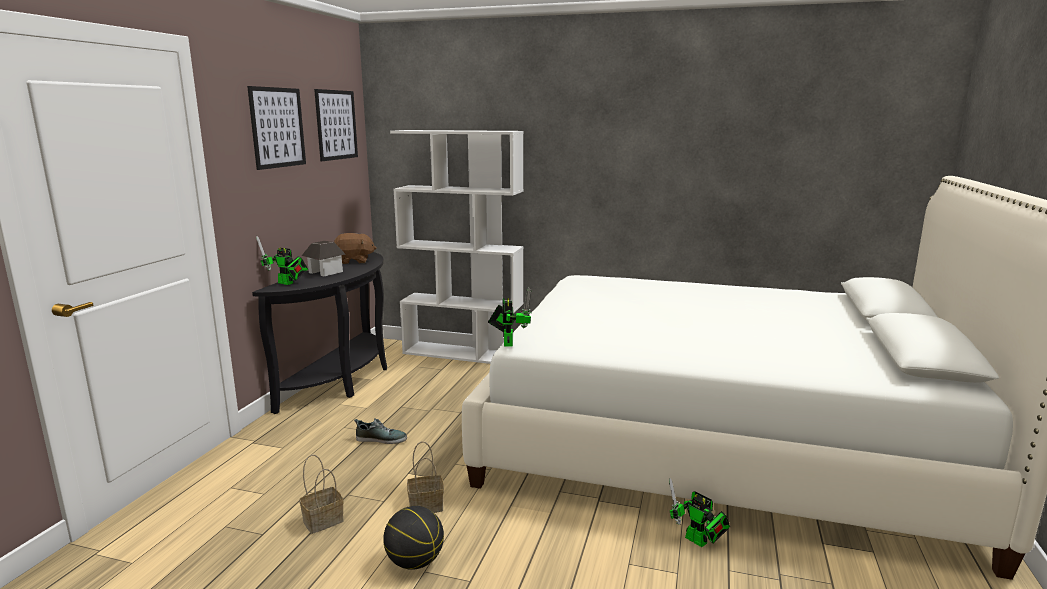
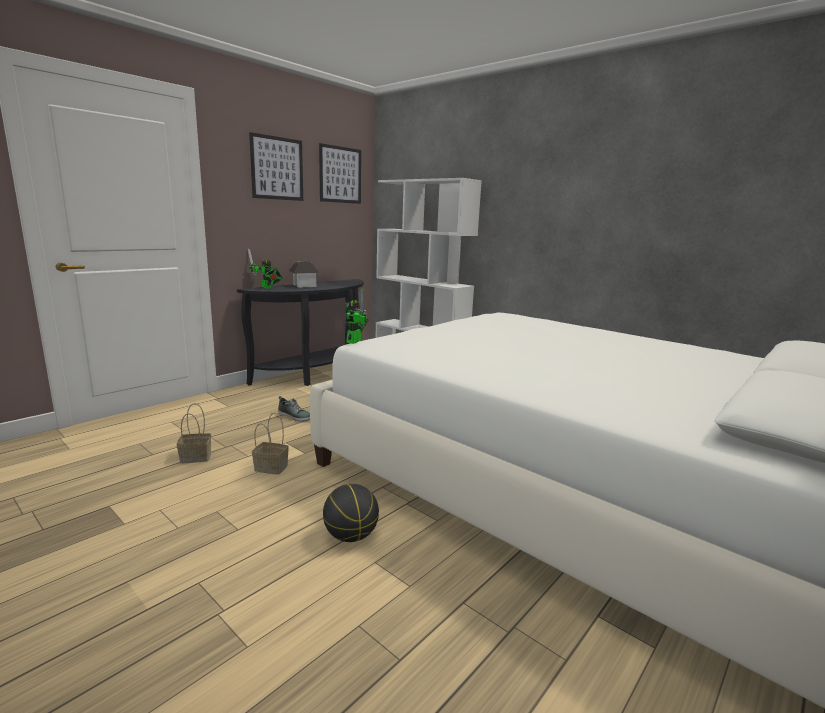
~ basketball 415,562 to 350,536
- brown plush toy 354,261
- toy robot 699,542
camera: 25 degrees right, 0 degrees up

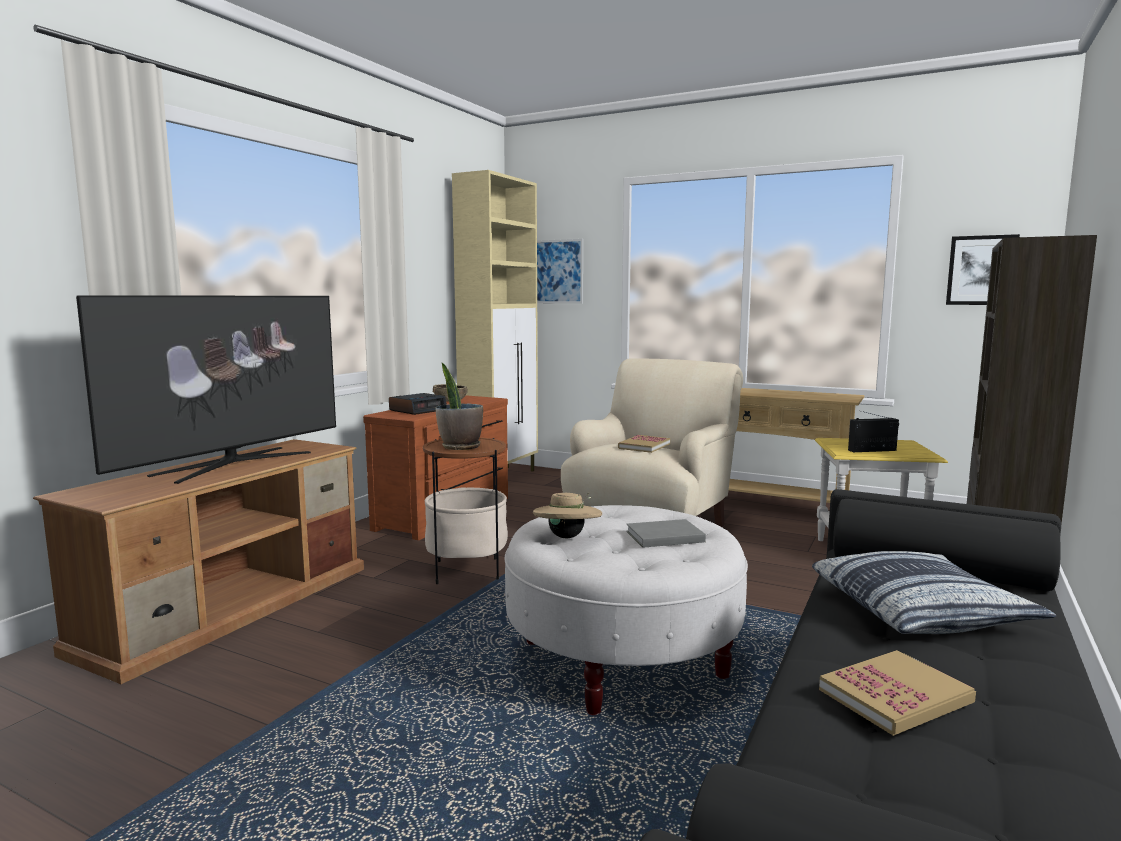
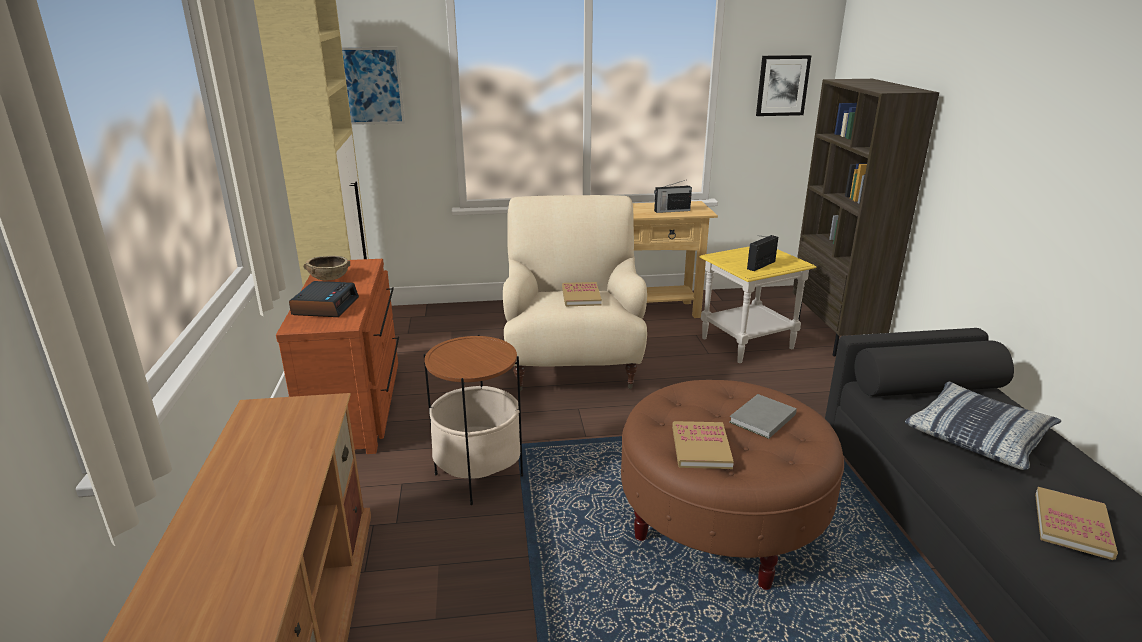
~ white ottoman 622,659 to brown ottoman 720,523
+ radio 671,210
~ beige hat 567,537 to book 701,447
- television 233,464
- potted plant 460,447
camera: 35 degrees left, 15 degrees up

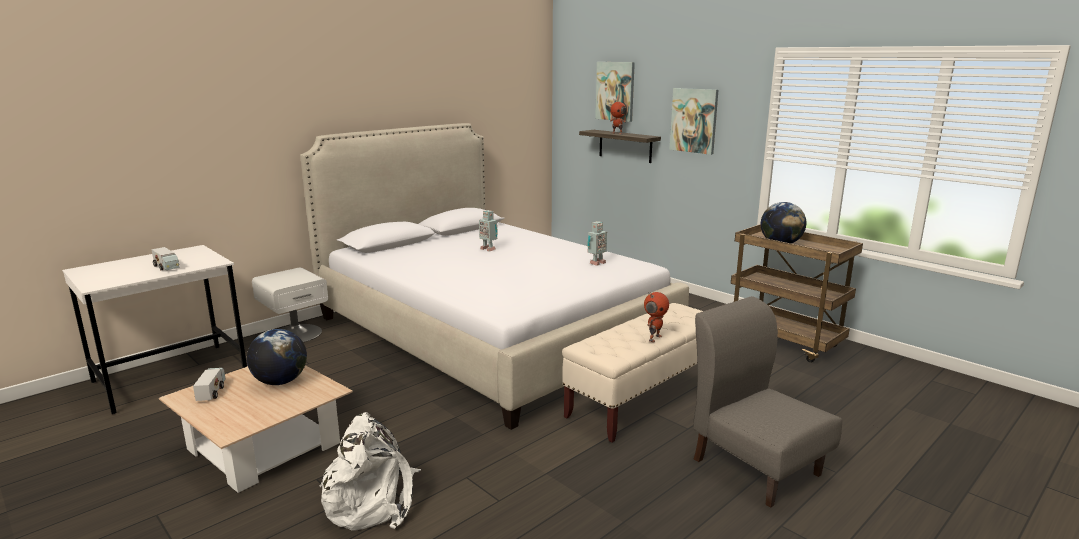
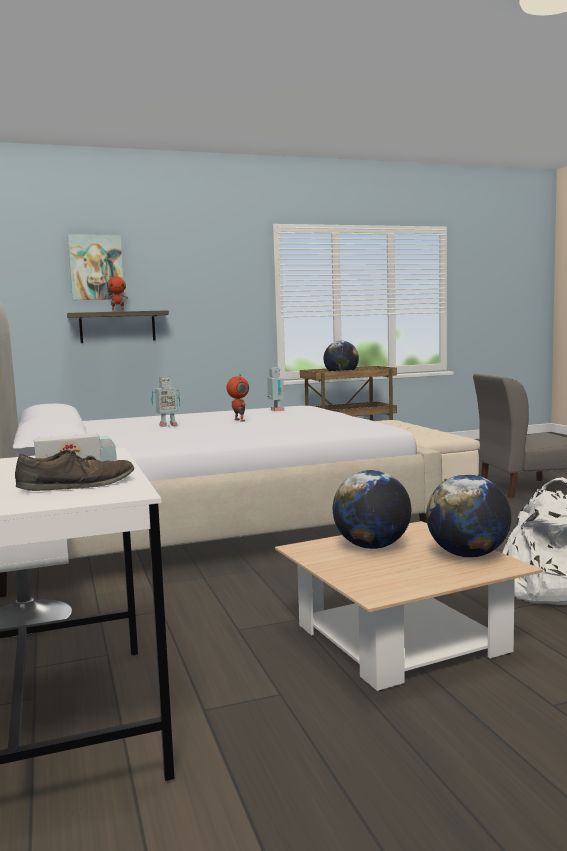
+ brown shoe 77,485
~ toy robot 654,338 to 238,420
+ globe 468,555
- toy truck 211,392
- picture 694,120
camera: 65 degrees left, 10 degrees down

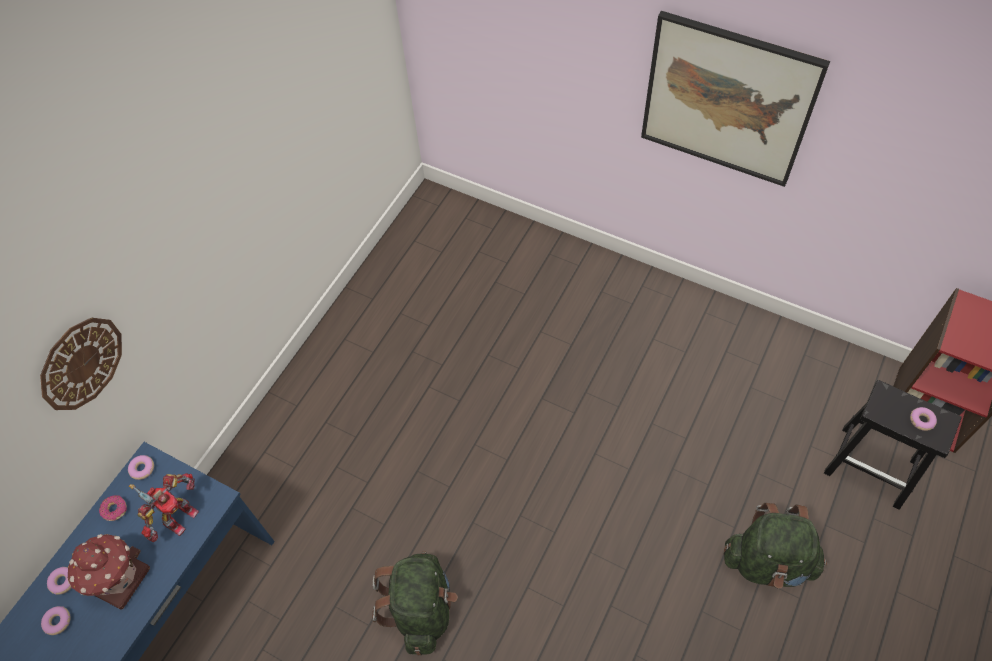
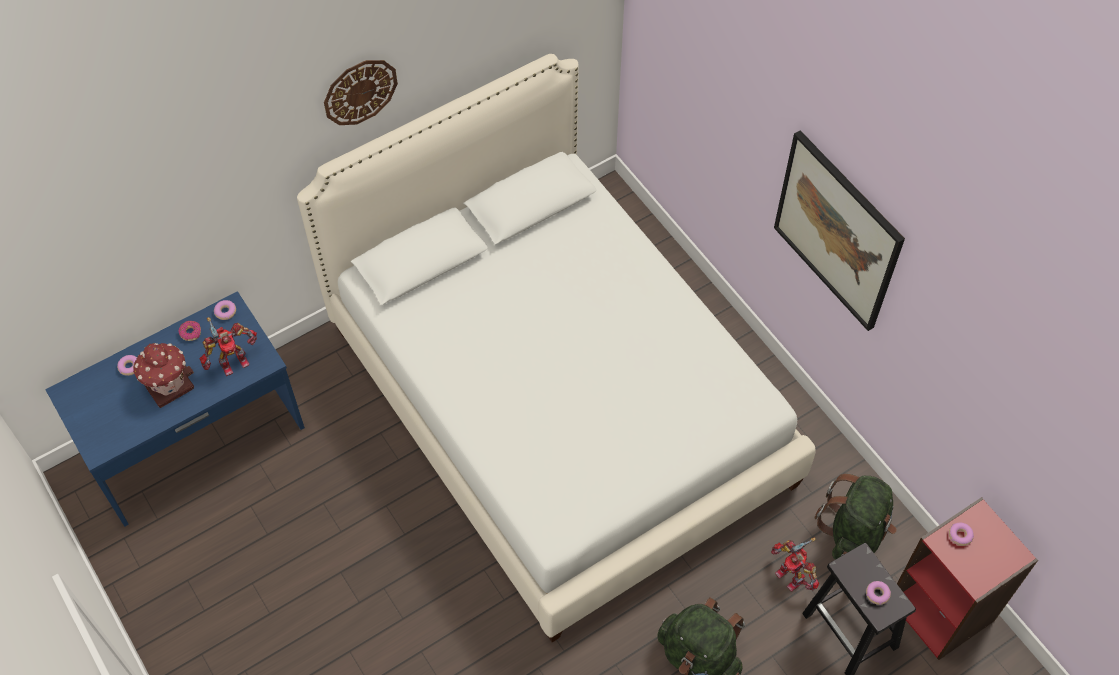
+ white bed 559,403
~ wall clock 81,363 to 360,91
+ toy robot 791,575
~ green backpack 421,609 to 854,532
~ donut 58,621 to 960,535
camera: 25 degrees right, 0 degrees up

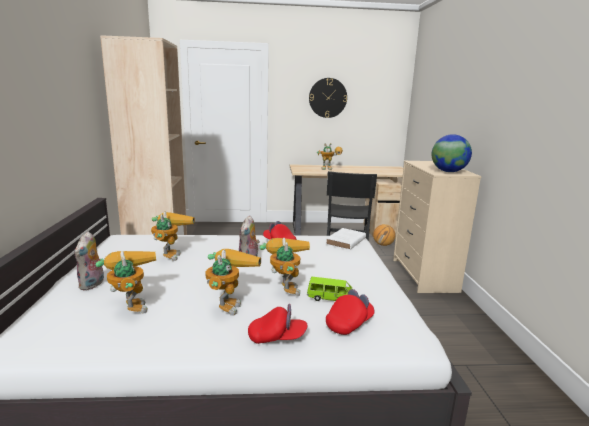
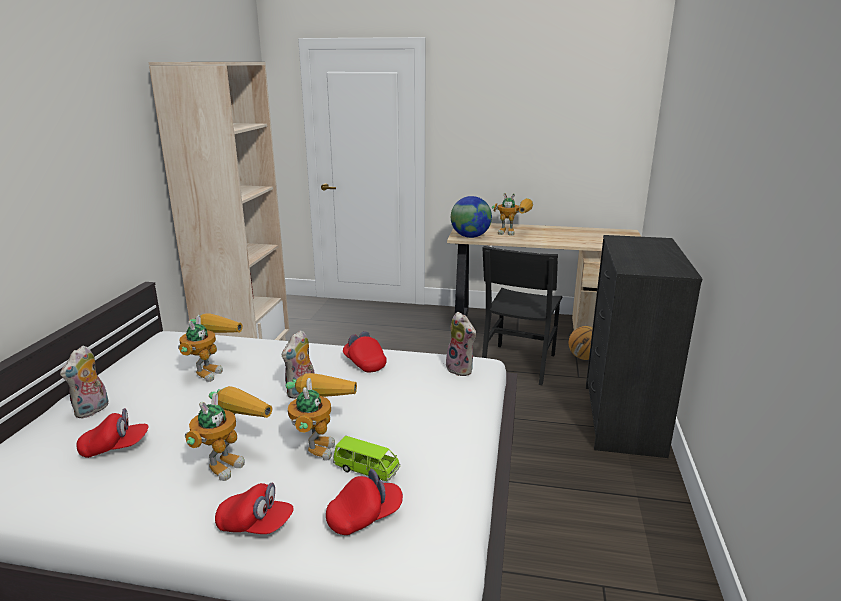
~ toy robot 130,305 to red cap 115,447
~ white book 345,242 to plush toy 461,369
~ globe 448,172 to 470,237
~ beige dresser 423,275 to black dresser 621,419
- wall clock 327,98
camera: 15 degrees right, 5 degrees up

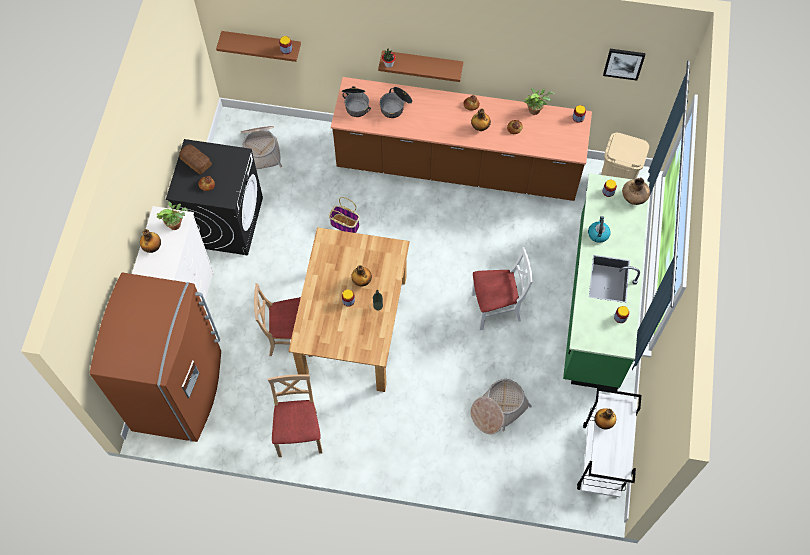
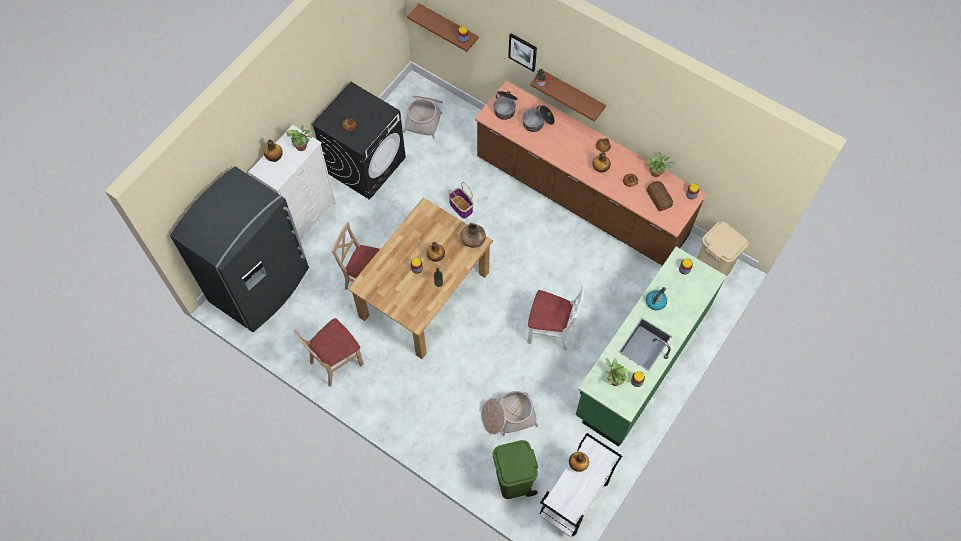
~ brown fridge 179,391 to grey fridge 261,286
~ beige chair 299,433 = 336,362 150 degrees counterclockwise
~ brown vase 634,197 to 473,240
+ green trash can 514,481
~ picture 623,63 to 523,51
+ potted plant 613,380
~ bread 196,161 to 659,198
camera: 25 degrees right, 0 degrees up

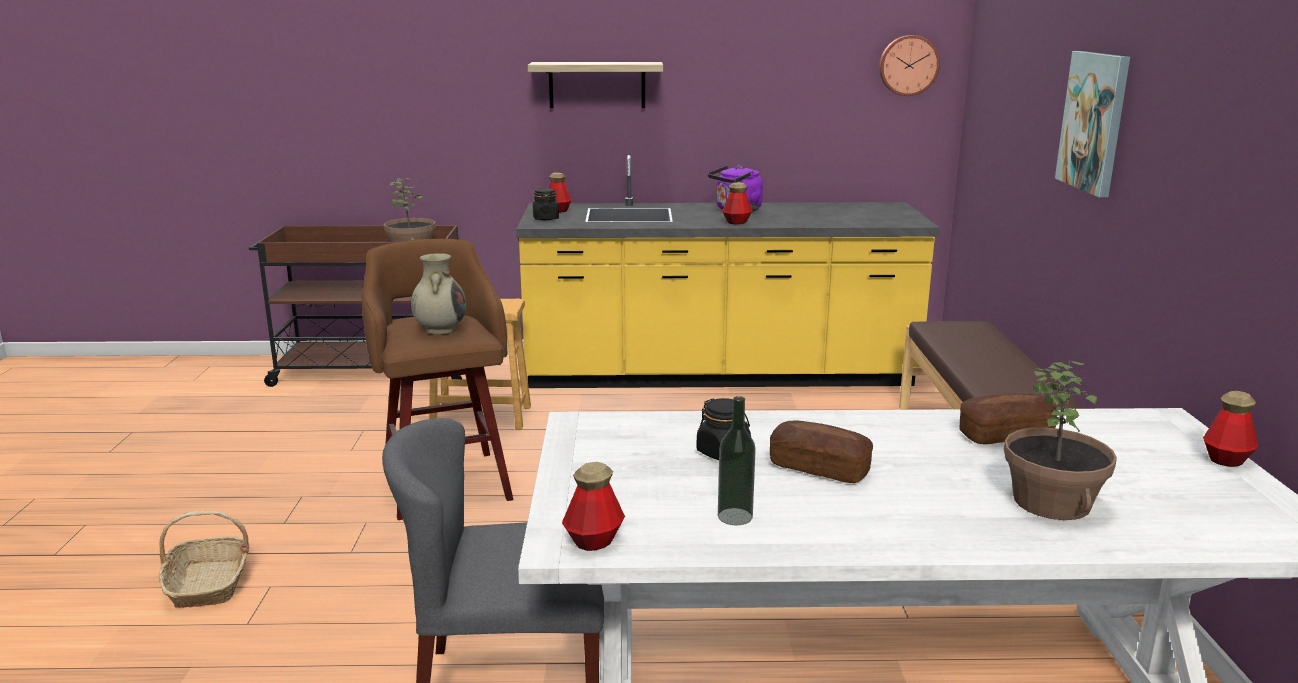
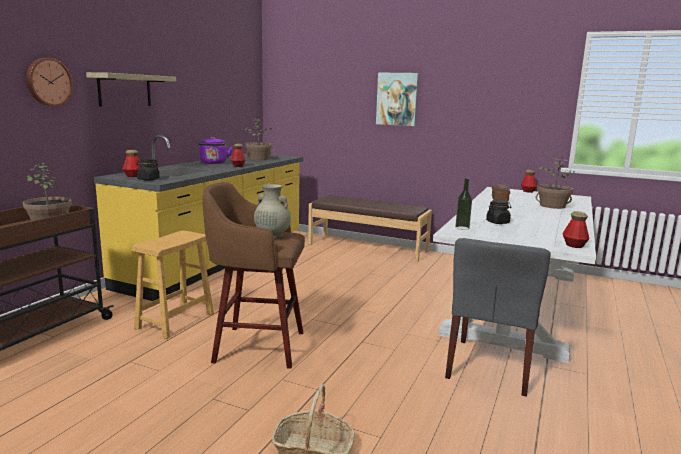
~ wall clock 908,65 to 48,82
+ potted plant 259,159
~ bottle 735,516 to 462,228
- bread 819,468
camera: 65 degrees left, 5 degrees down

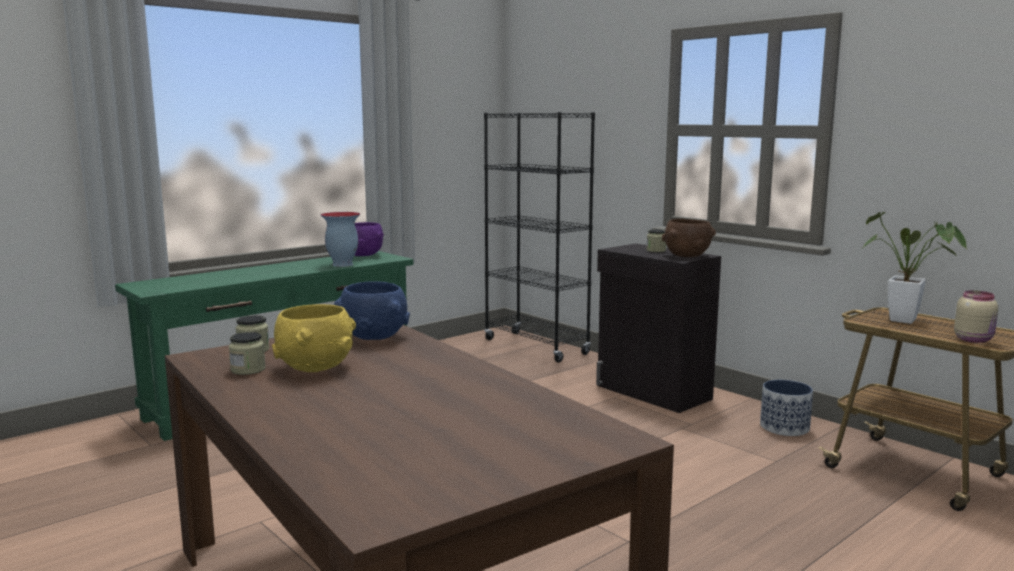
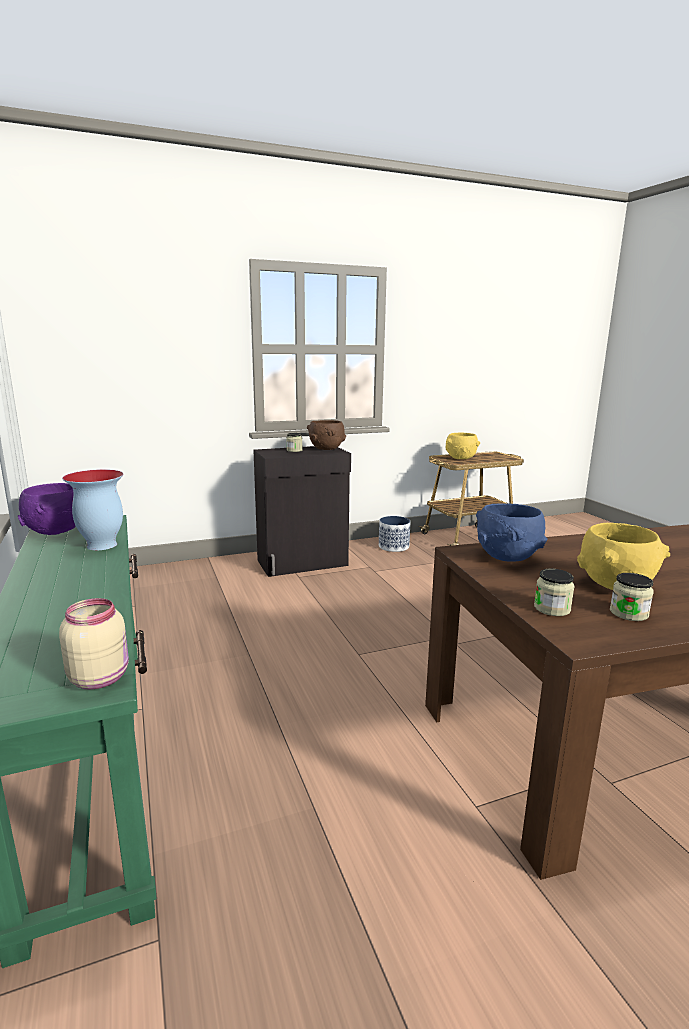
~ beige jar 974,339 to 100,677
~ potted plant 910,321 to yellow bowl 461,458
- black bookcase 536,347
camera: 70 degrees left, 5 degrees up

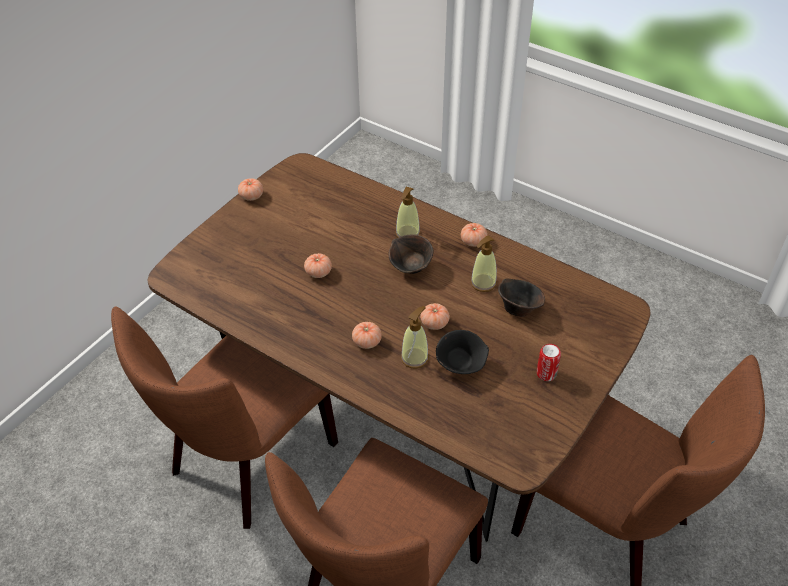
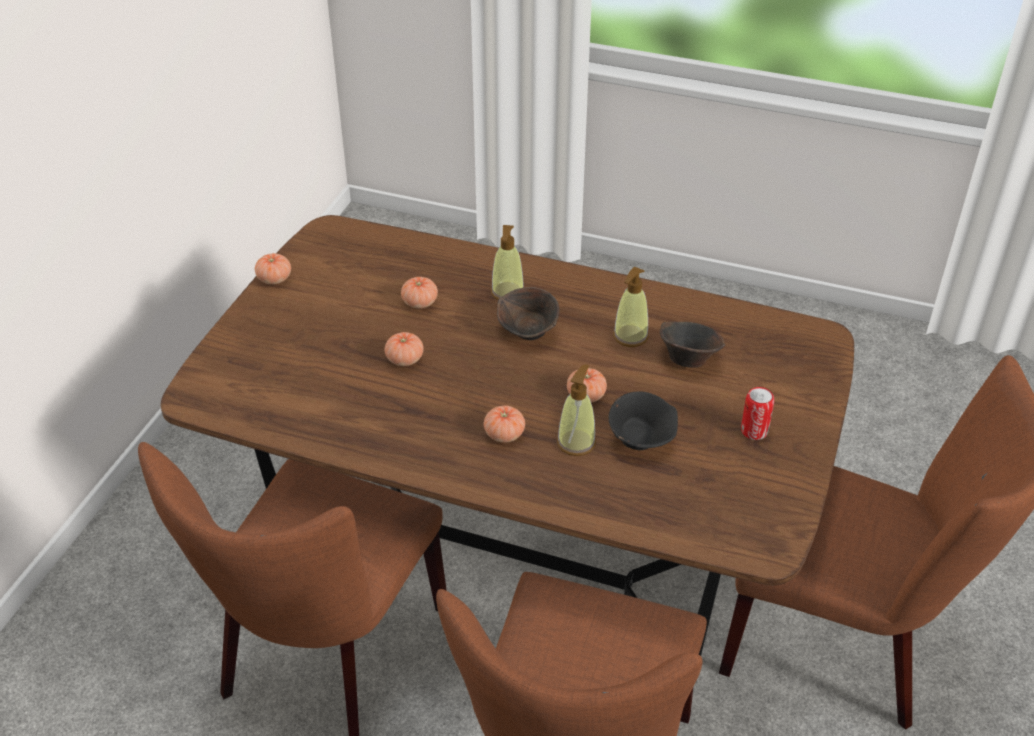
~ tomato 473,241 to 420,302
camera: 15 degrees left, 5 degrees down

